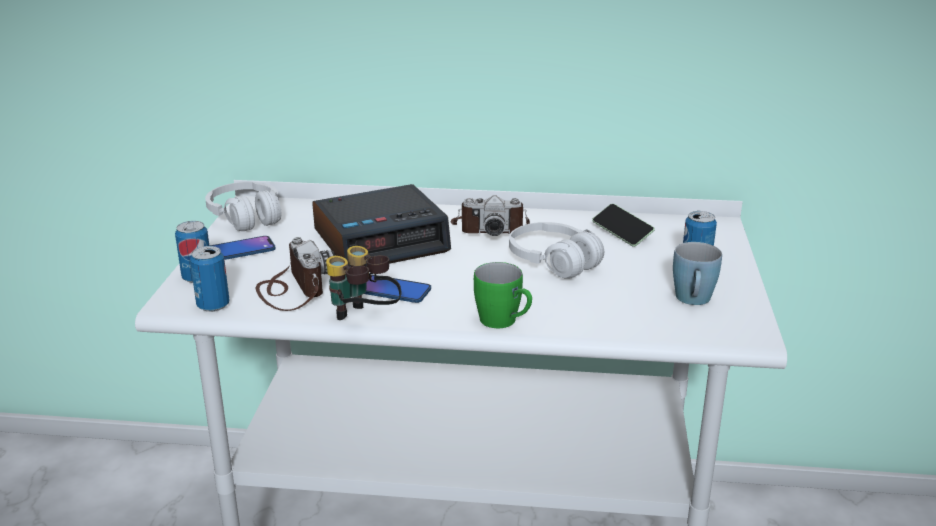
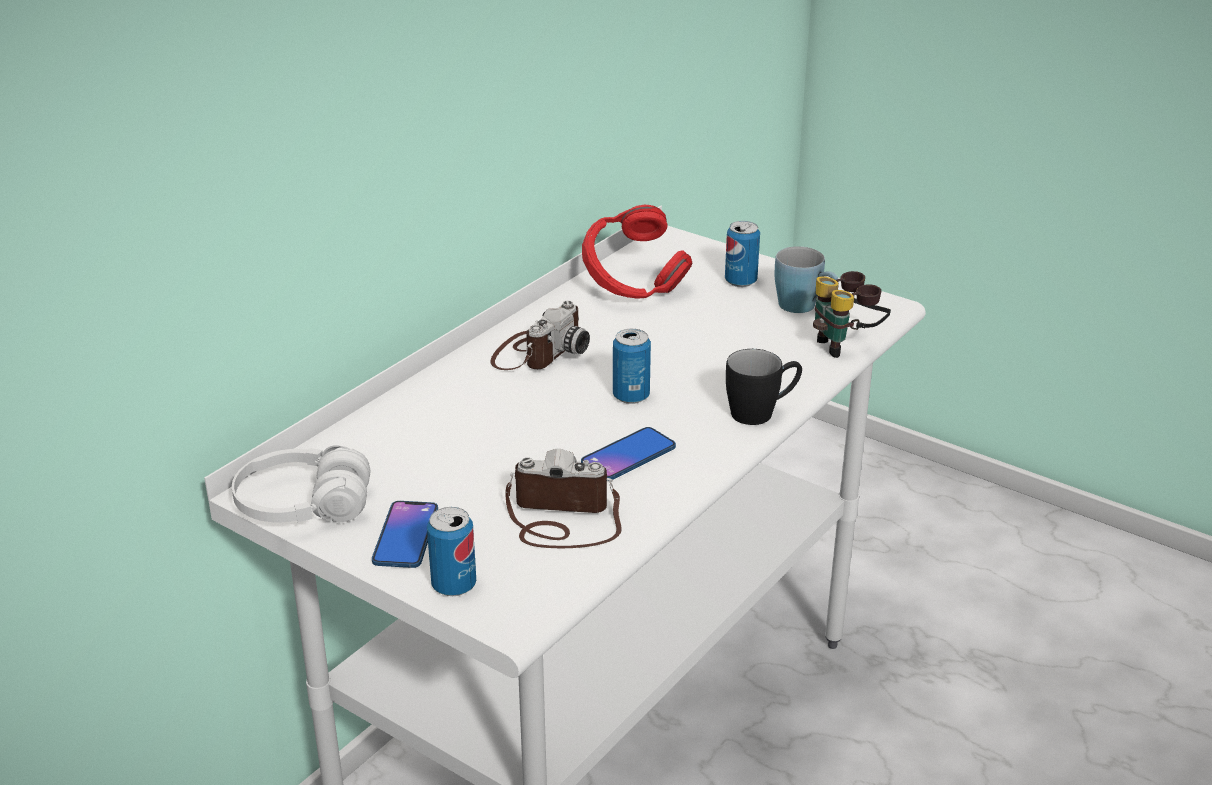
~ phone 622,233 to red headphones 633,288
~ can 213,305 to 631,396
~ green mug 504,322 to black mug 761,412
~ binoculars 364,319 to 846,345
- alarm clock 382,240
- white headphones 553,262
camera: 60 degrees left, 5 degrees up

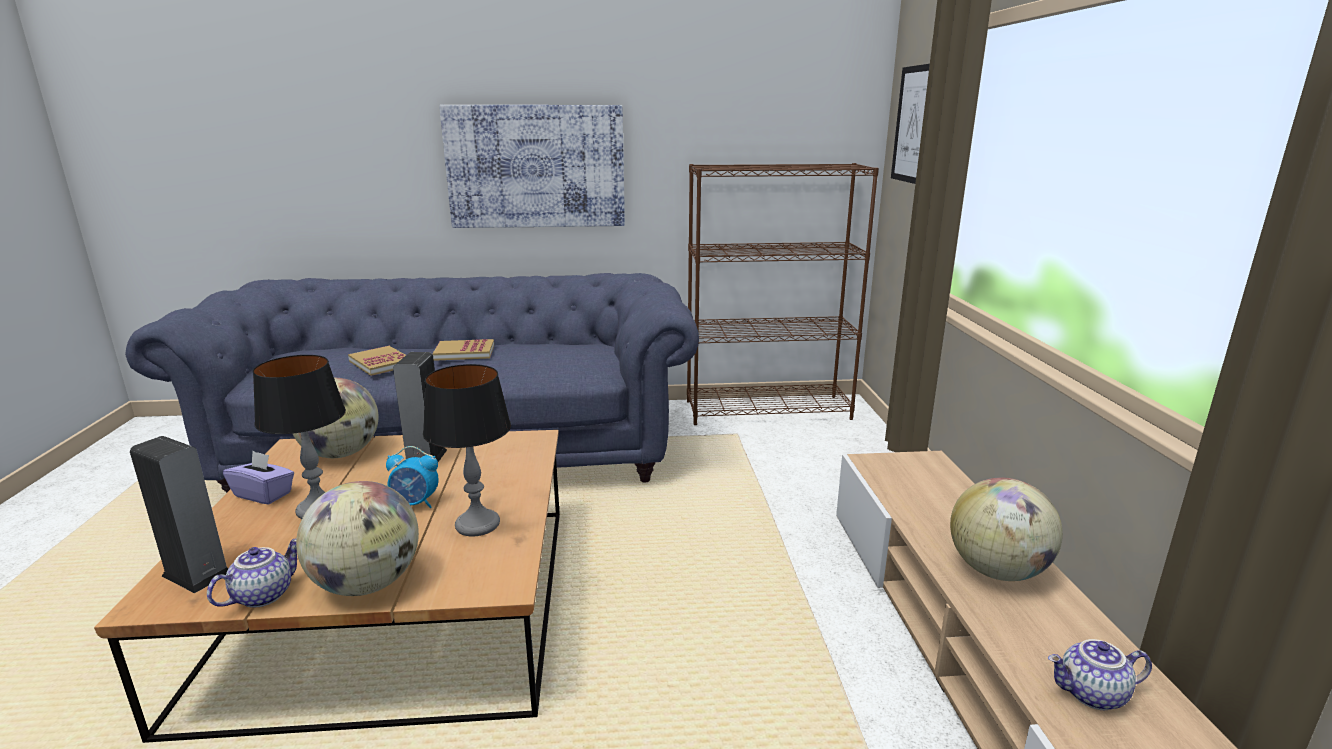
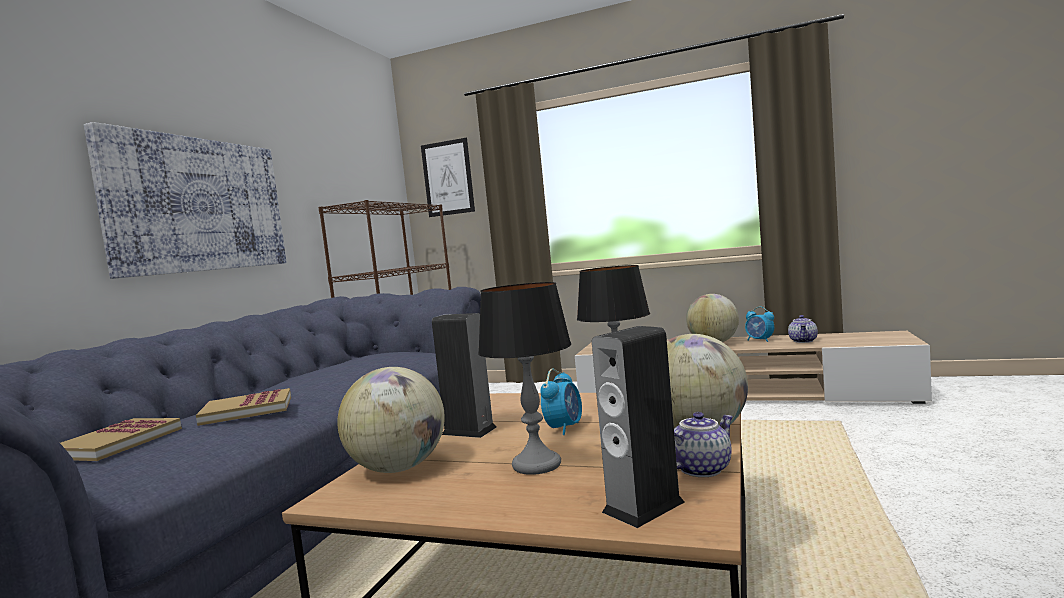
~ book 464,352 to 117,443
~ teapot 263,595 = 700,469 90 degrees clockwise
+ alarm clock 760,340
- purple tissue box 264,494
camera: 65 degrees left, 15 degrees down

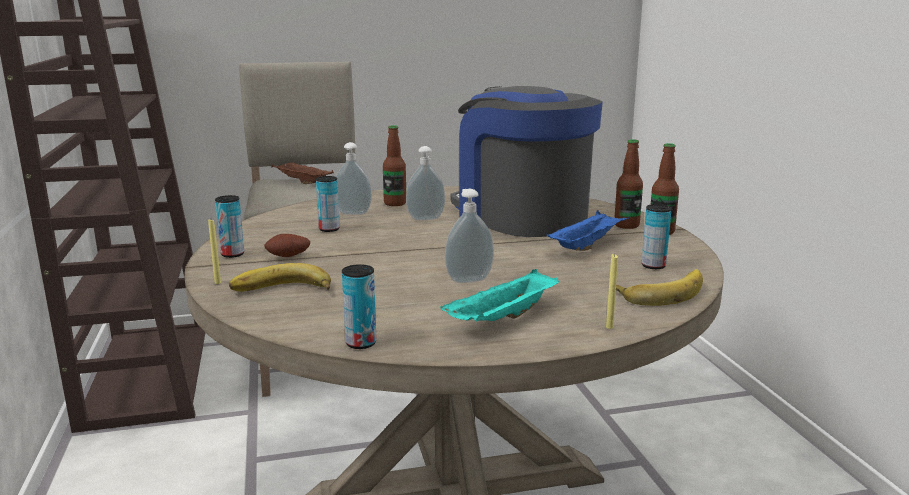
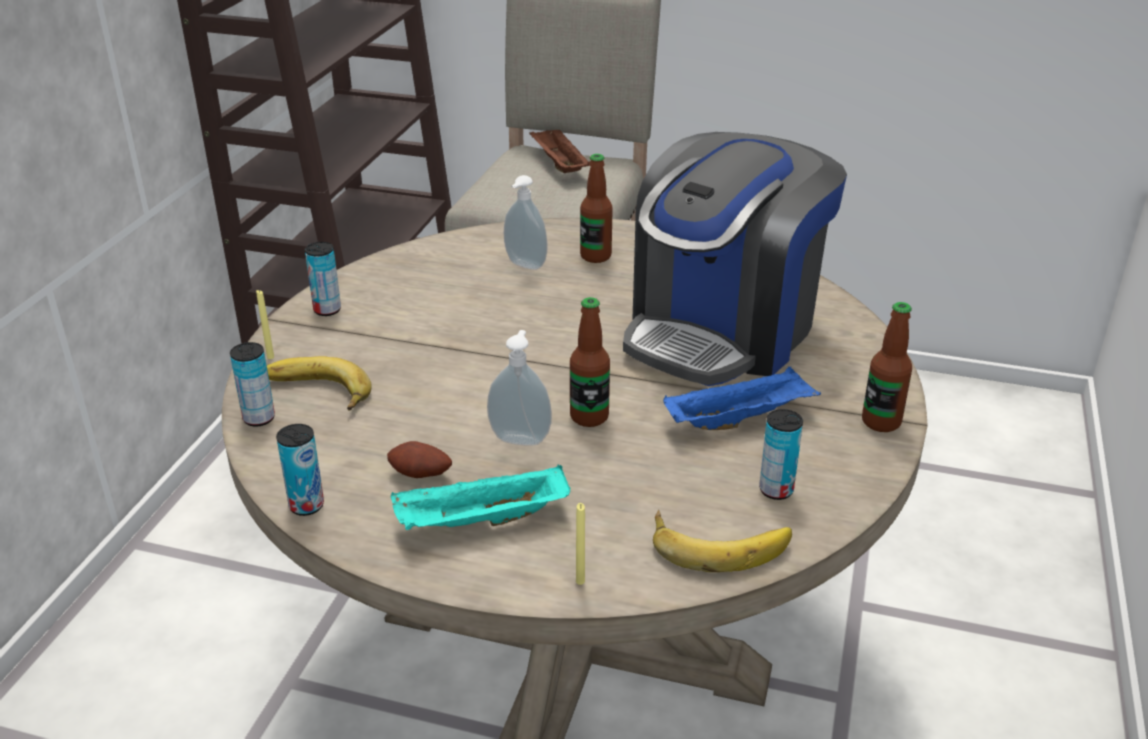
~ can 329,229 to 259,418
~ potato 288,257 to 420,476
~ bottle 626,225 to 589,417
~ coffee machine 520,217 = 722,331 135 degrees counterclockwise
- soap dispenser 425,218
camera: 30 degrees right, 15 degrees up

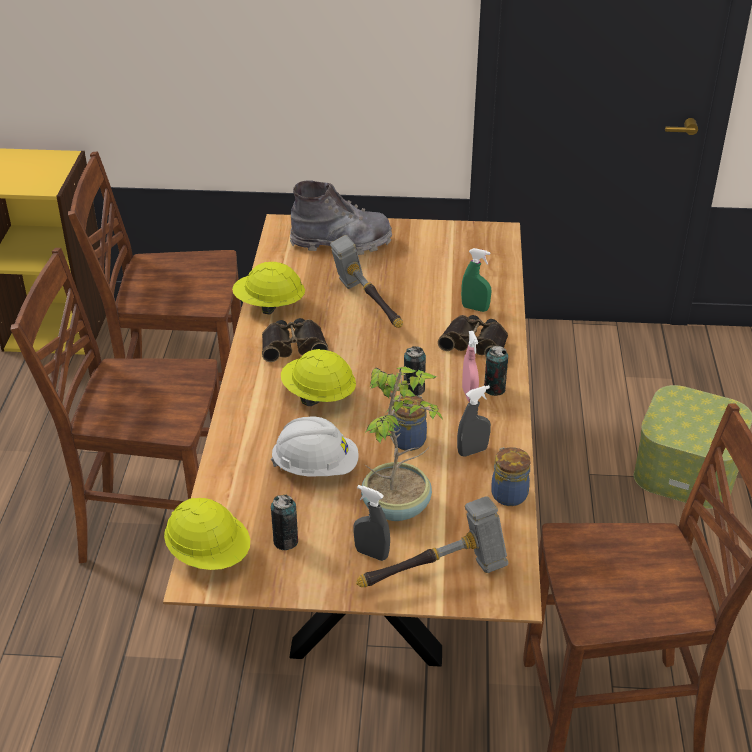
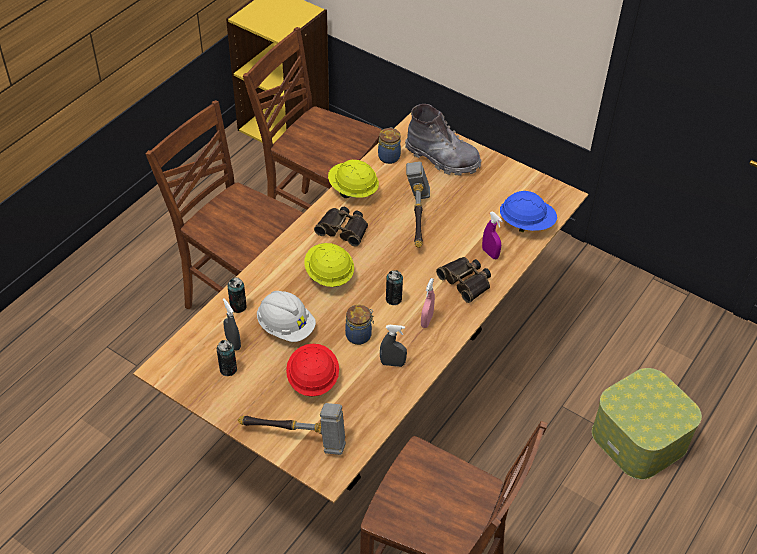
~ grey spray bottle 371,554 to 233,343
~ can 494,389 to 238,306
~ potted plant 398,506 to red hard hat 312,379
~ jar 508,494 to 389,156
~ green spray bottle 475,308 to purple spray bottle 490,253
+ blue hard hat 526,224
- yellow hard hat 209,555
camera: 30 degrees right, 10 degrees up

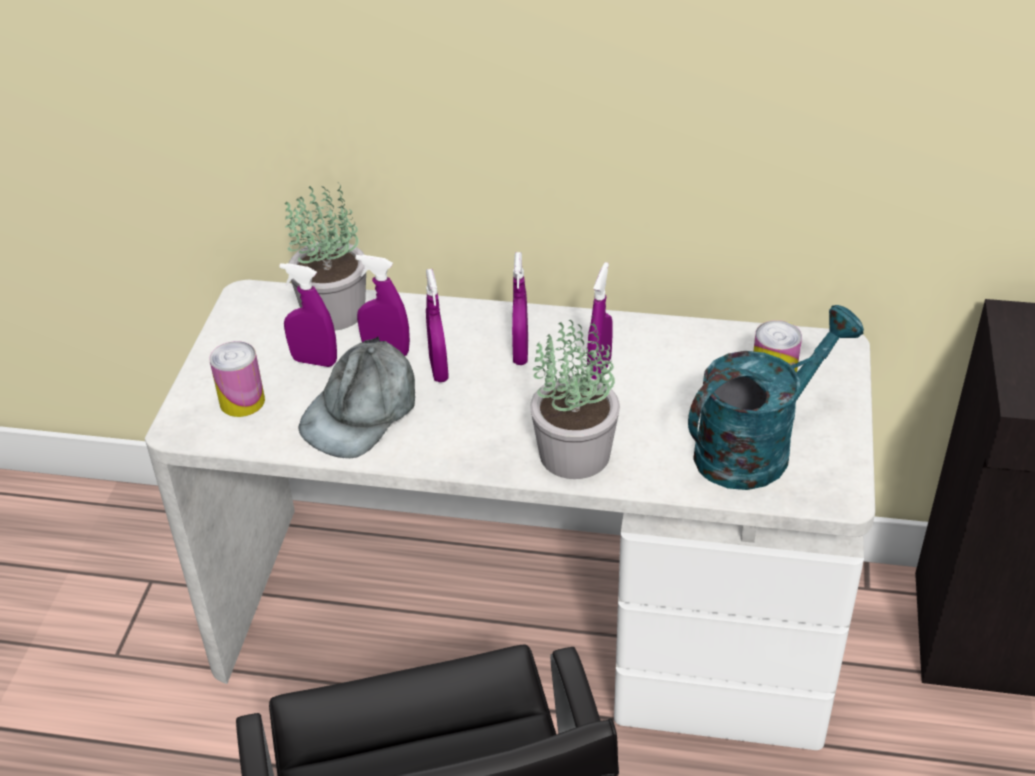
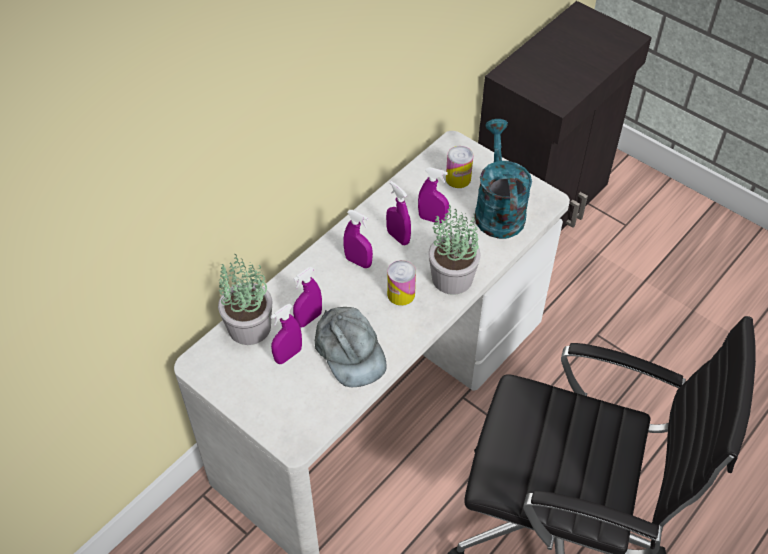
~ can 242,401 to 401,294
~ purple spray bottle 439,370 to 432,219
camera: 60 degrees left, 10 degrees up

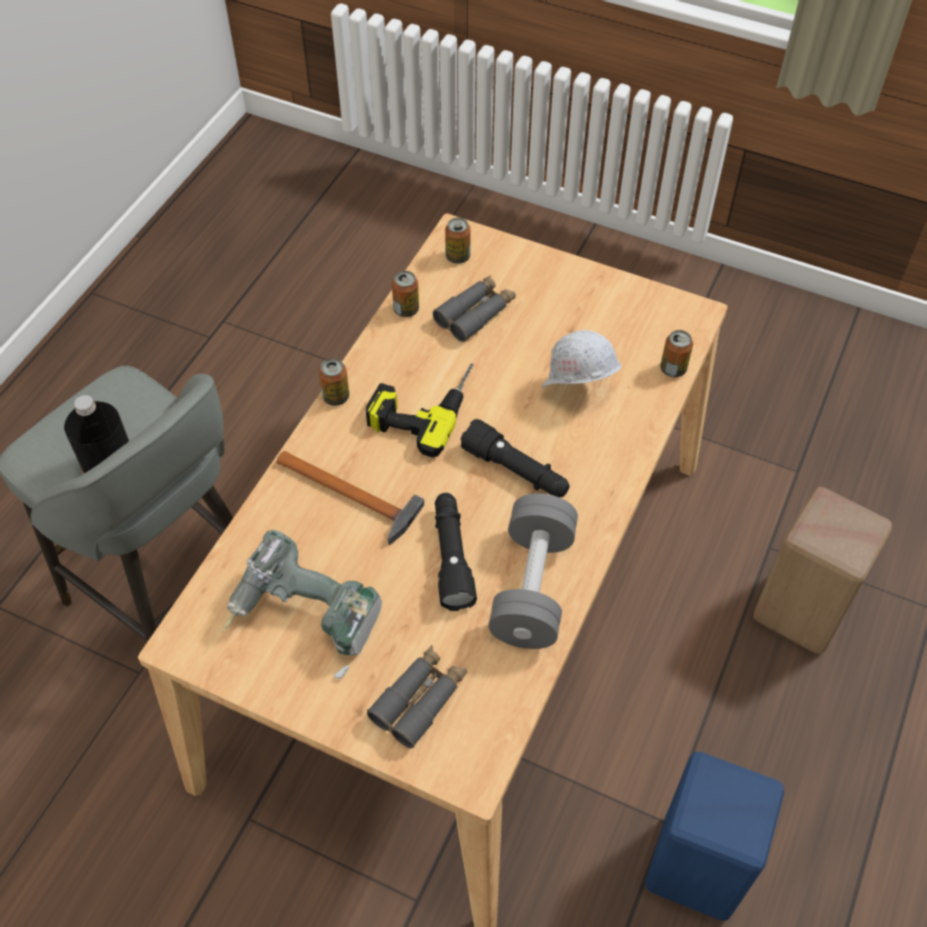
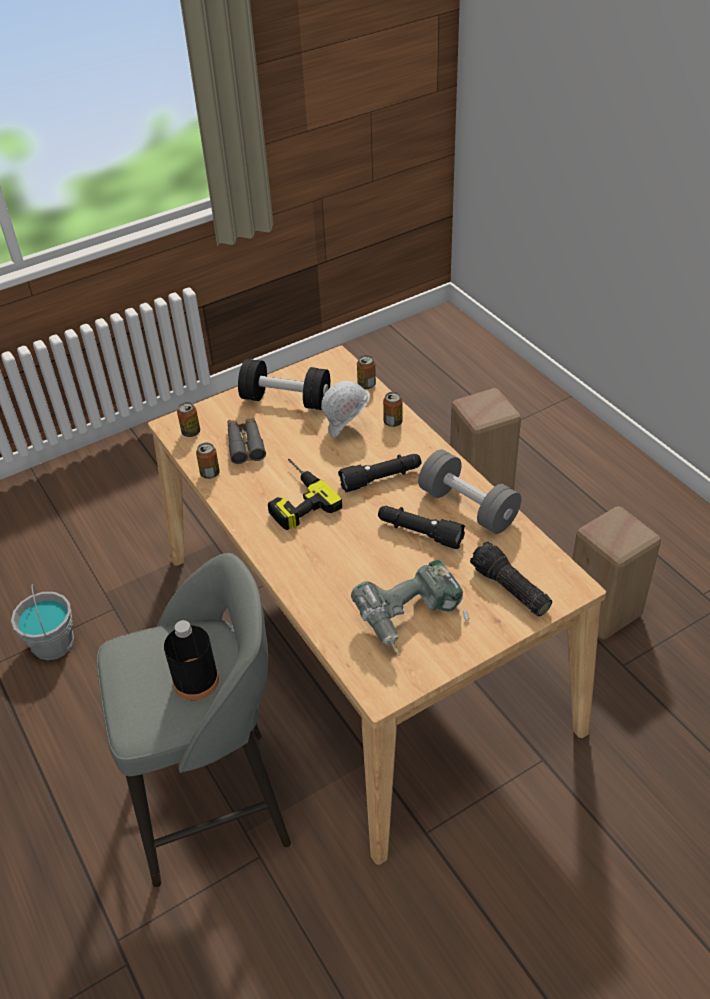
+ grey bucket 53,643
+ black dumbbell 286,400
~ can 336,397 to 393,422
~ grey binoculars 420,699 to flashlight 508,589
~ blue stool 698,870 to beige stool 605,612
- hammer 351,496
camera: 55 degrees left, 10 degrees down

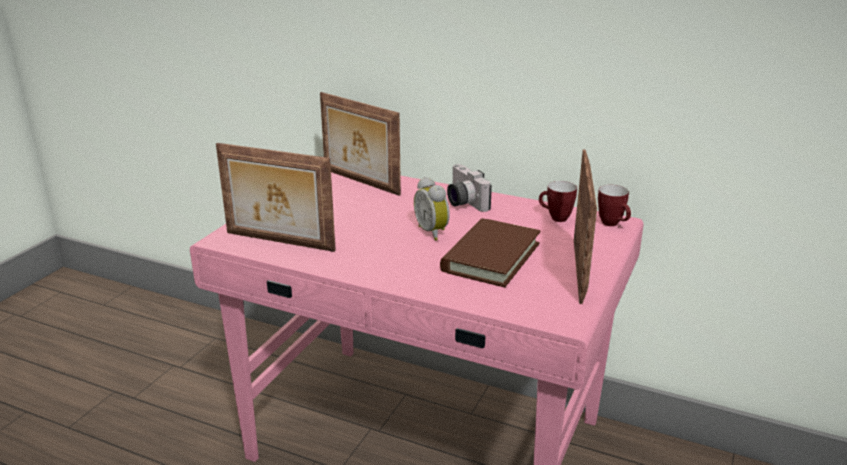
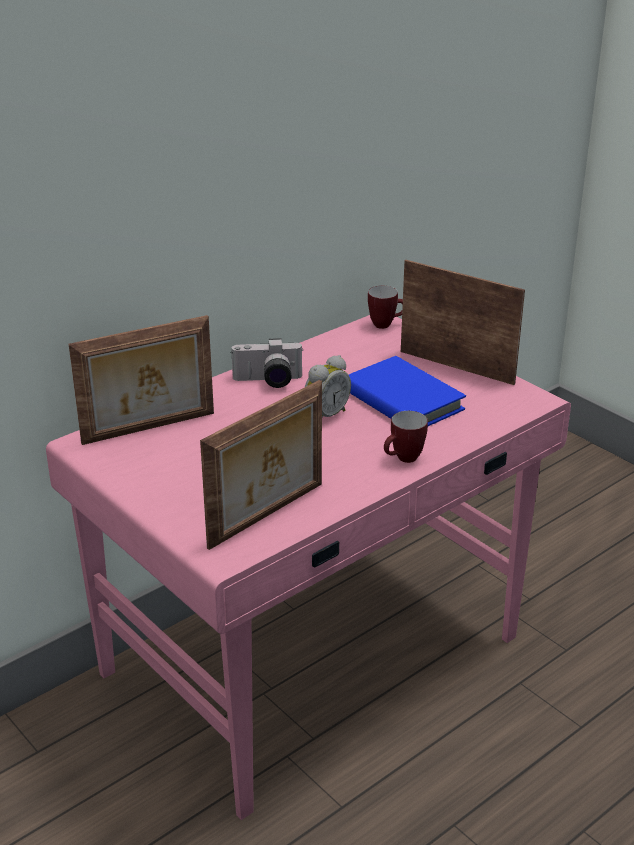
~ alarm clock 433,232 = 324,416 45 degrees counterclockwise
~ brown book 491,257 to blue book 402,400
~ mug 555,218 to 403,460
camera: 65 degrees left, 5 degrees up

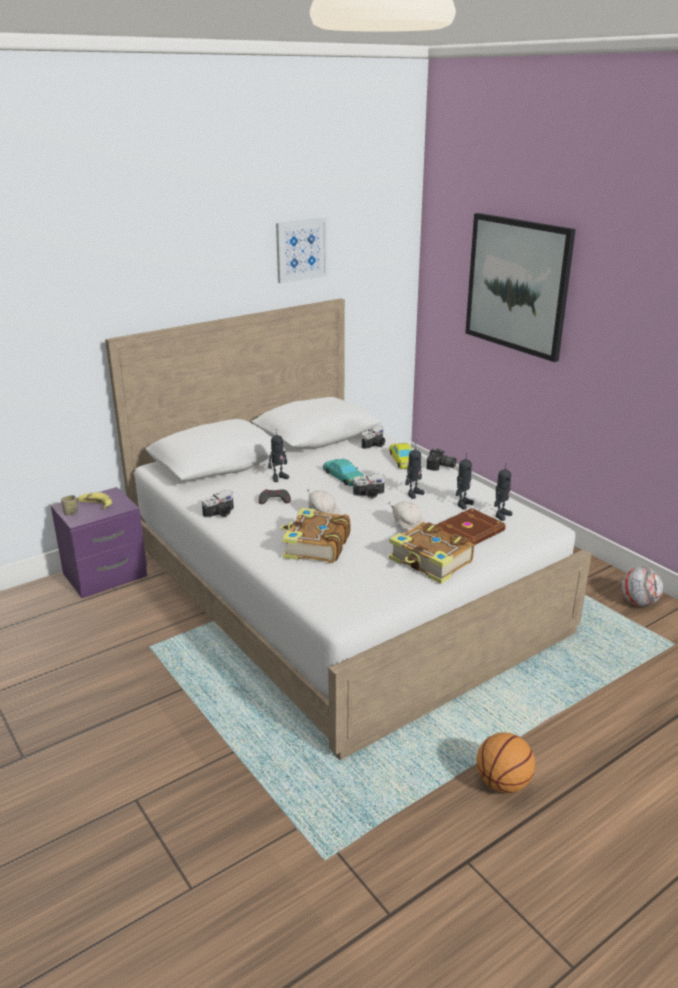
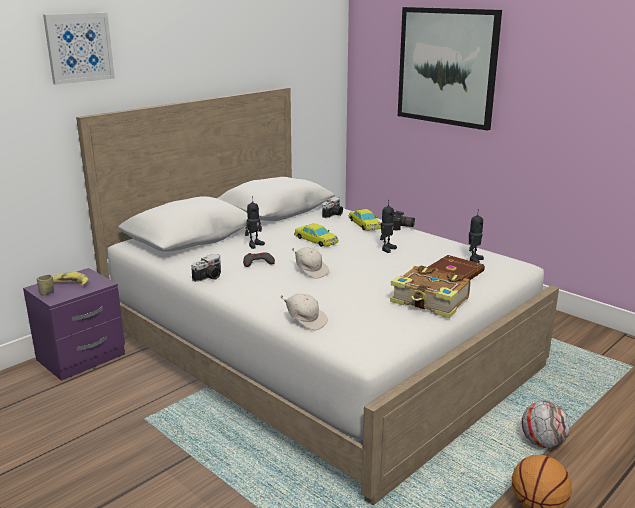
~ picture 301,250 to 79,47
~ white cap 409,526 to 305,321
~ turquoise toy car 344,476 to yellow toy car 316,240
~ football 638,602 to 542,443
- book 315,546
- photo camera 369,495
- toy robot 463,504
camera: 10 degrees left, 5 degrees down

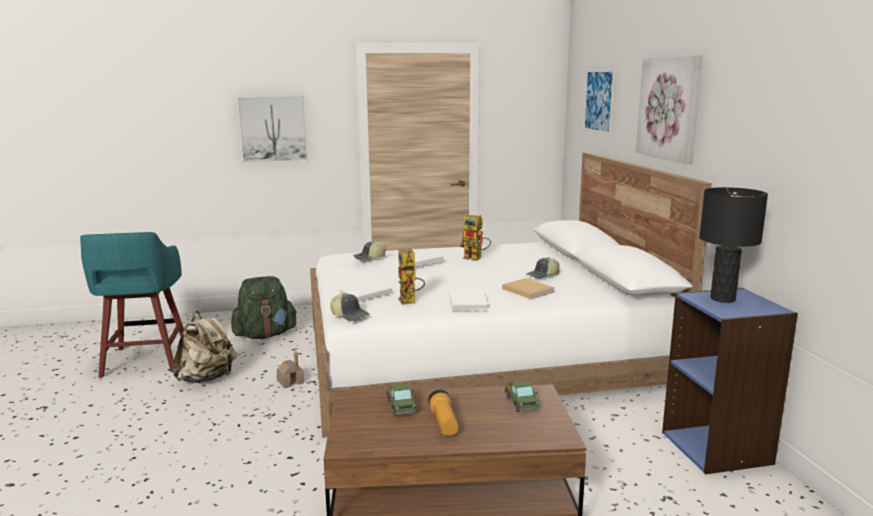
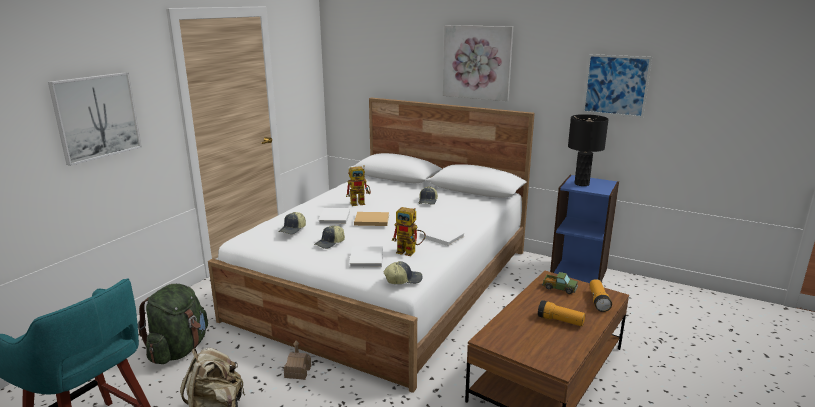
+ cap 330,243
~ beige book 527,290 to 370,220
~ picture 599,101 to 616,85
+ flashlight 598,301
- toy truck 401,406
camera: 50 degrees left, 5 degrees up

